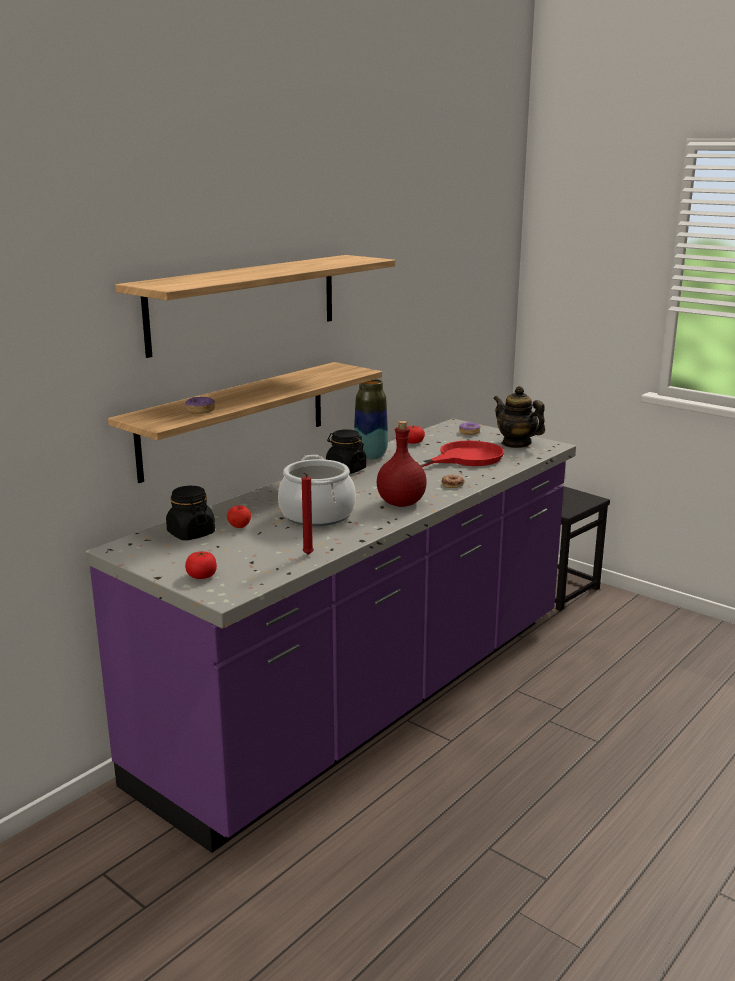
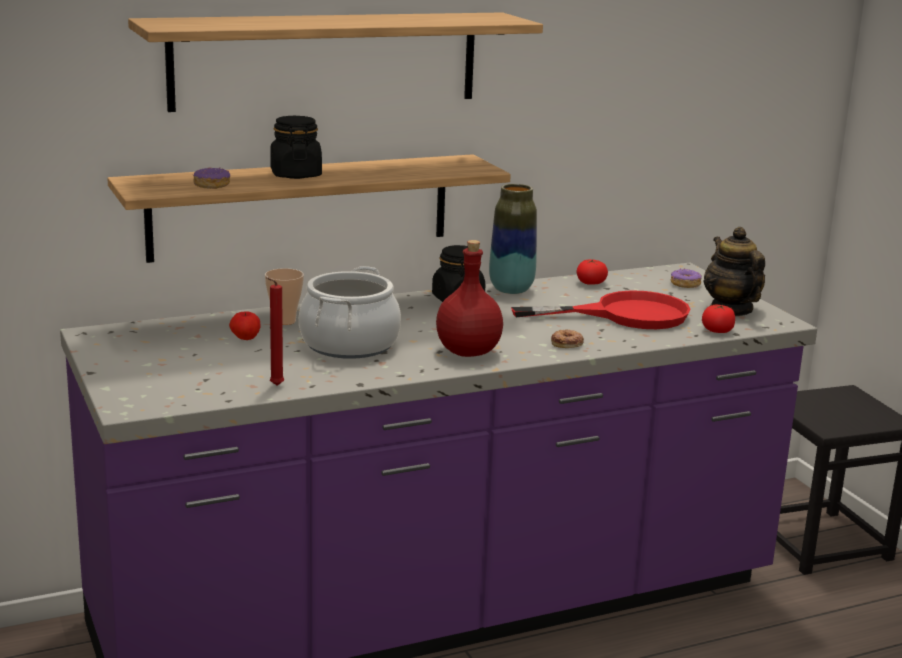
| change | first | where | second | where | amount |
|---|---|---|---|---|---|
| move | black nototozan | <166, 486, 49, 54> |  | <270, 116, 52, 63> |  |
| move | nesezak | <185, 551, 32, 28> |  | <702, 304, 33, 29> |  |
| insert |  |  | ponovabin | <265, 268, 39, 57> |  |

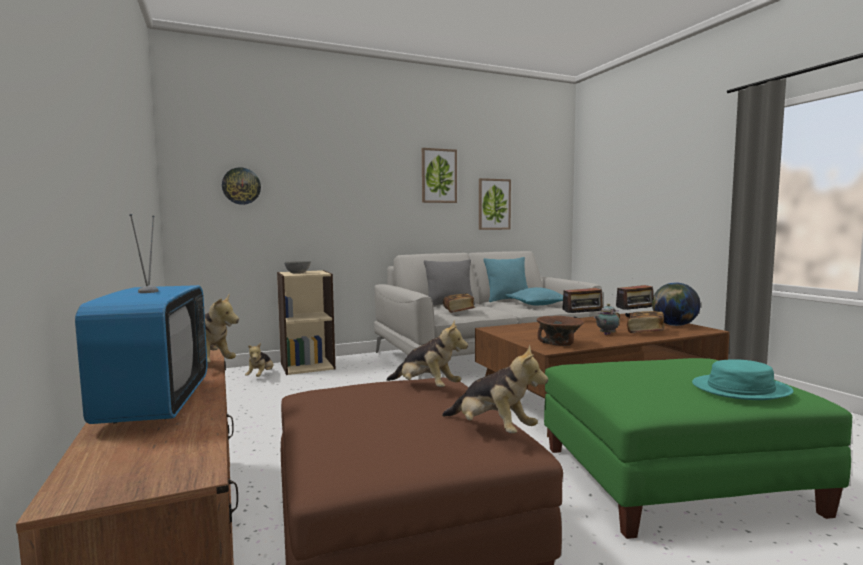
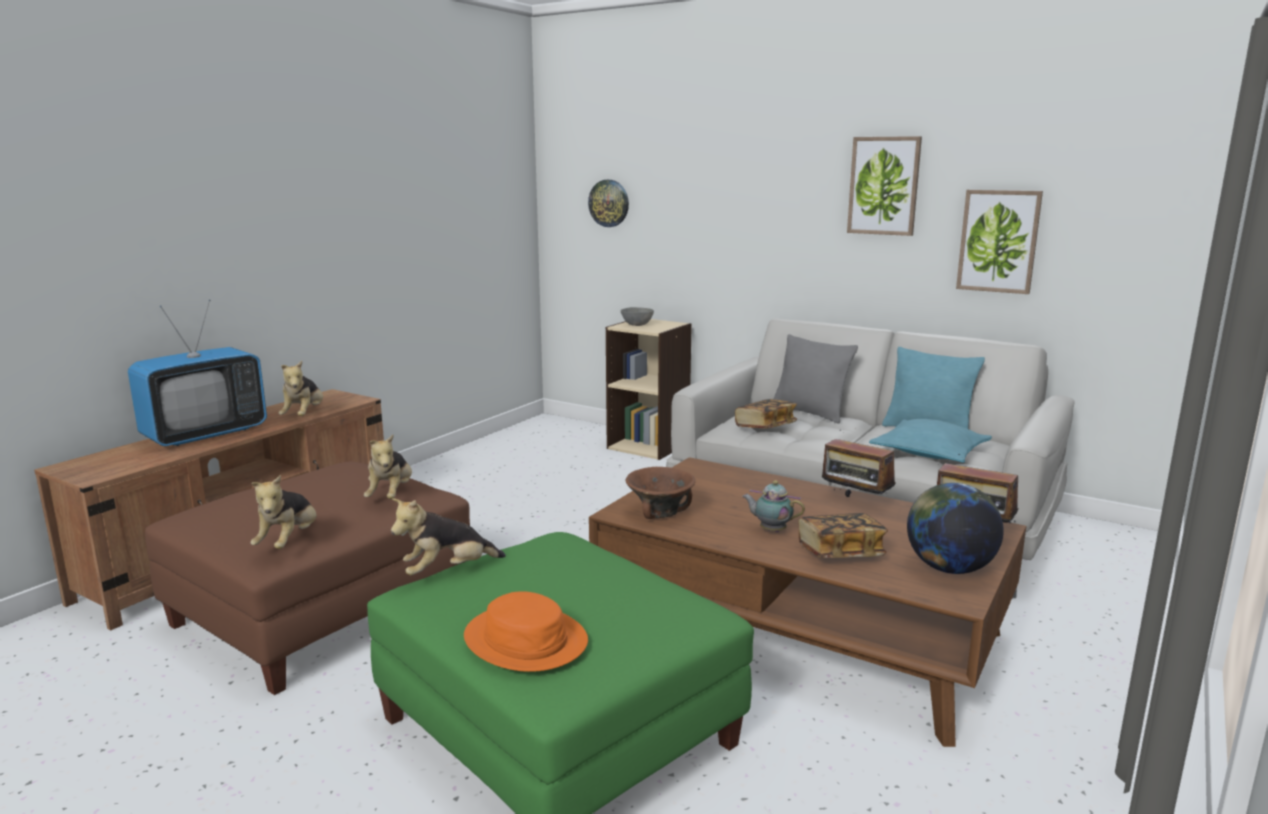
| change | first | where | second | where | amount |
|---|---|---|---|---|---|
| move | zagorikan | <245, 343, 28, 34> |  | <391, 498, 115, 77> |  |
| recolor | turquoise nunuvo | <692, 359, 102, 41> | orange nunuvo | <464, 591, 124, 81> |  |

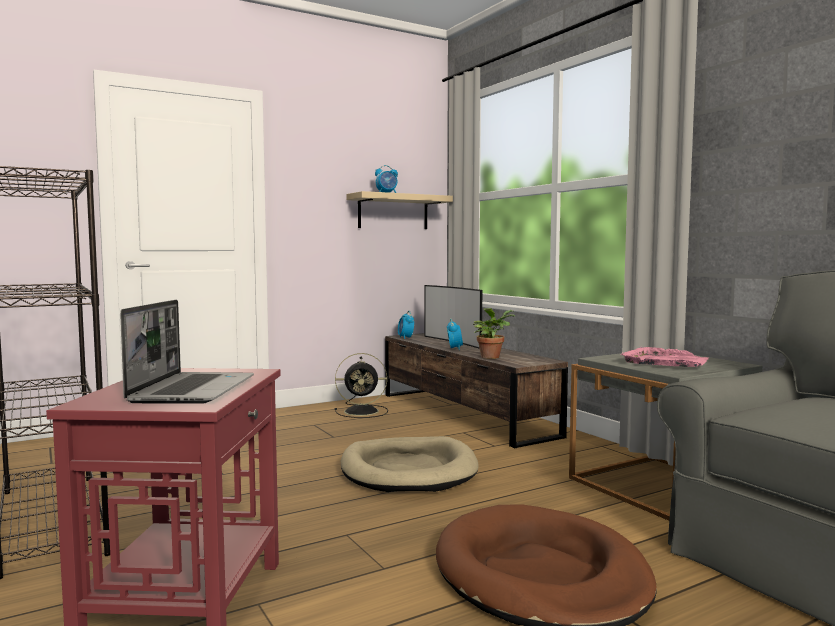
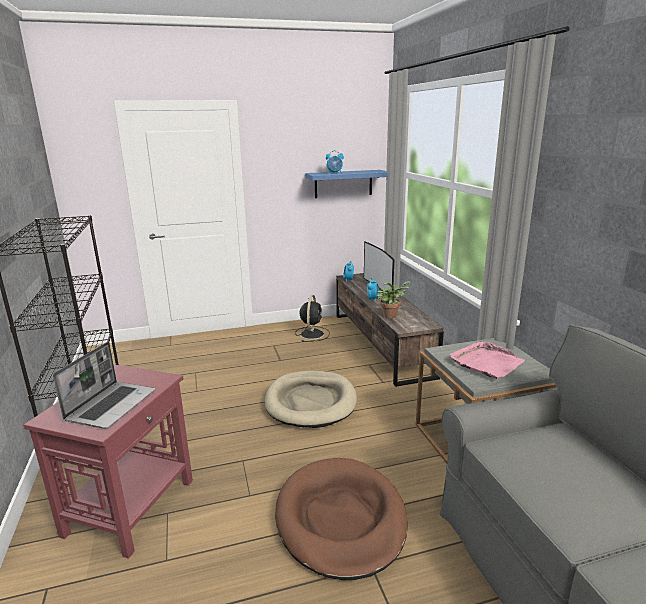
| change | first | where | second | where | amount |
|---|---|---|---|---|---|
| rotate | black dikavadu | <335, 353, 53, 65> |  | <295, 295, 35, 47> | 90 degrees counterclockwise |
| recolor | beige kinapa | <346, 191, 107, 38> | blue kinapa | <305, 170, 83, 28> |  |

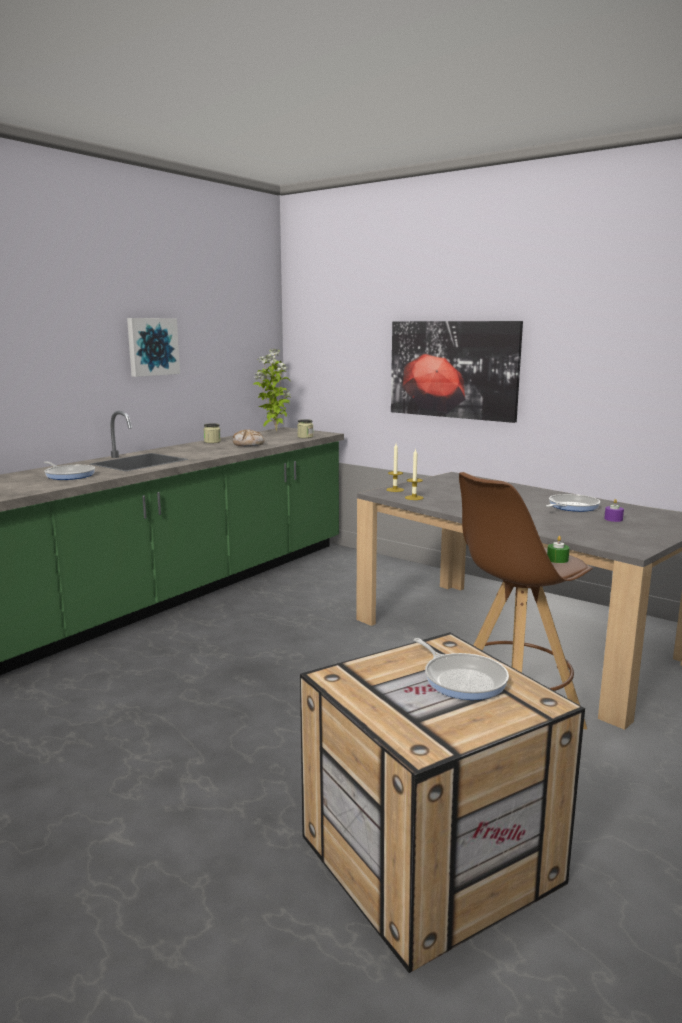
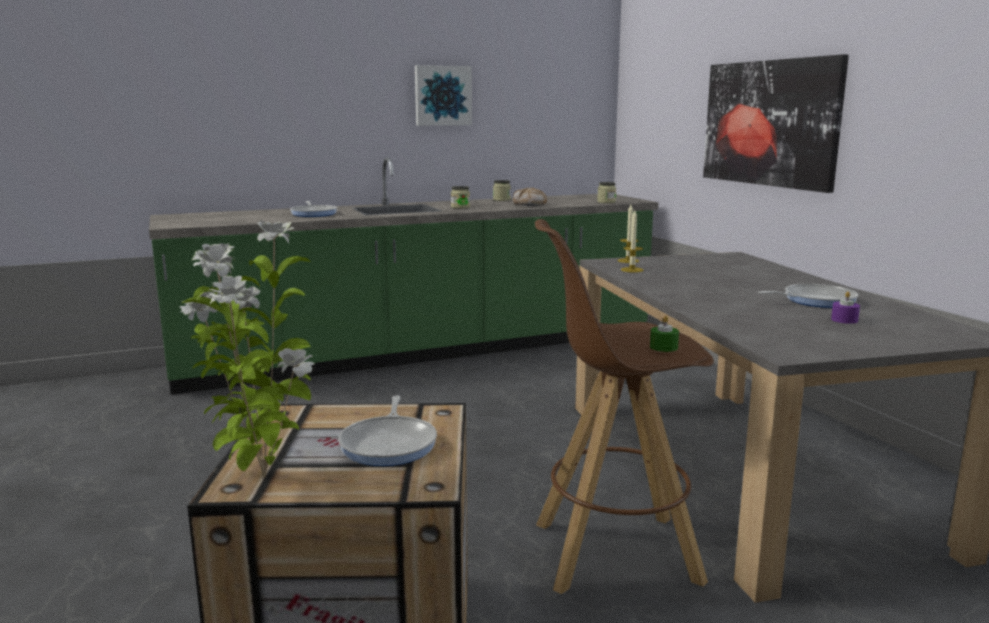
| change | first | where | second | where | amount |
|---|---|---|---|---|---|
| move | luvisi | <254, 349, 37, 82> |  | <180, 219, 135, 259> |  |
| insert |  |  | nototozan | <451, 186, 19, 23> |  |

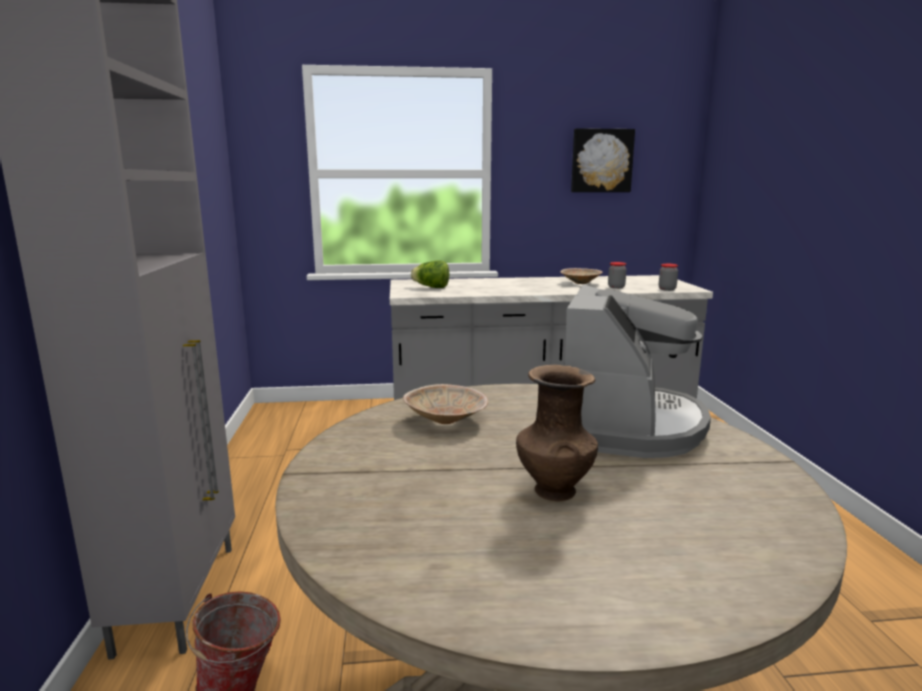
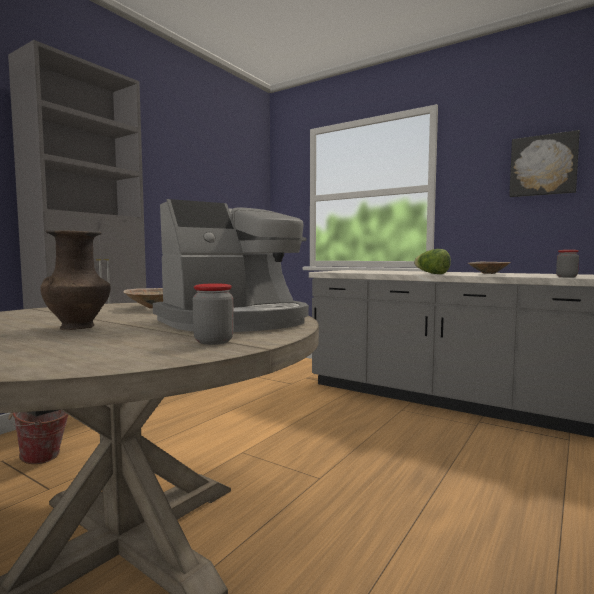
| change | first | where | second | where | amount |
|---|---|---|---|---|---|
| move | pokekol | <411, 260, 38, 28> |  | <414, 249, 37, 25> |  |
| move | nototozan | <608, 262, 19, 27> |  | <193, 283, 41, 62> |  |

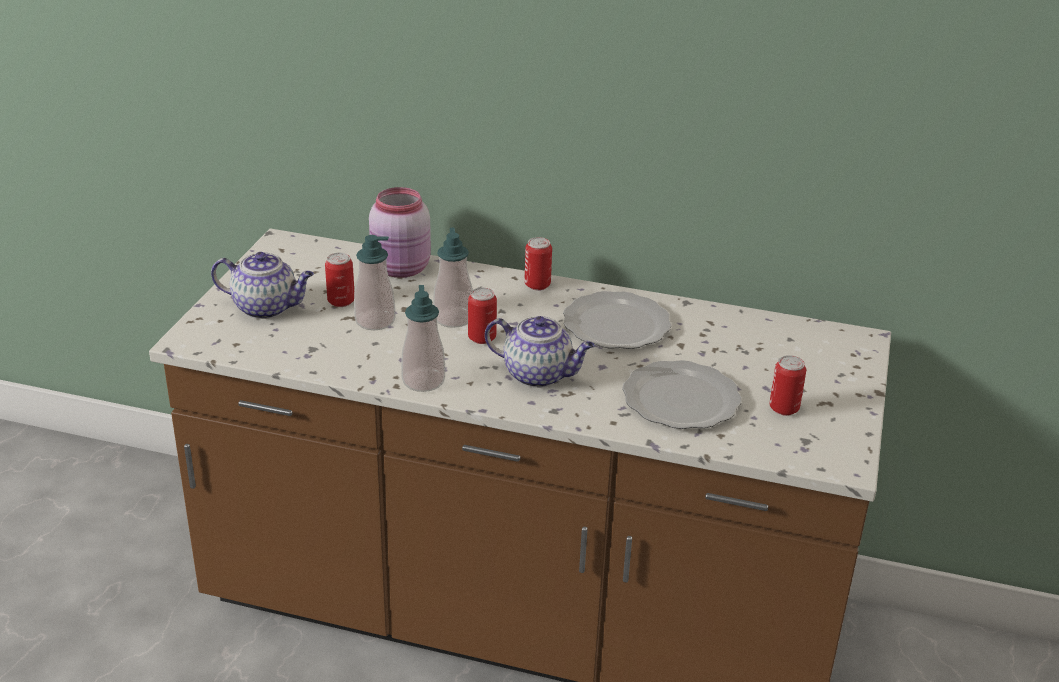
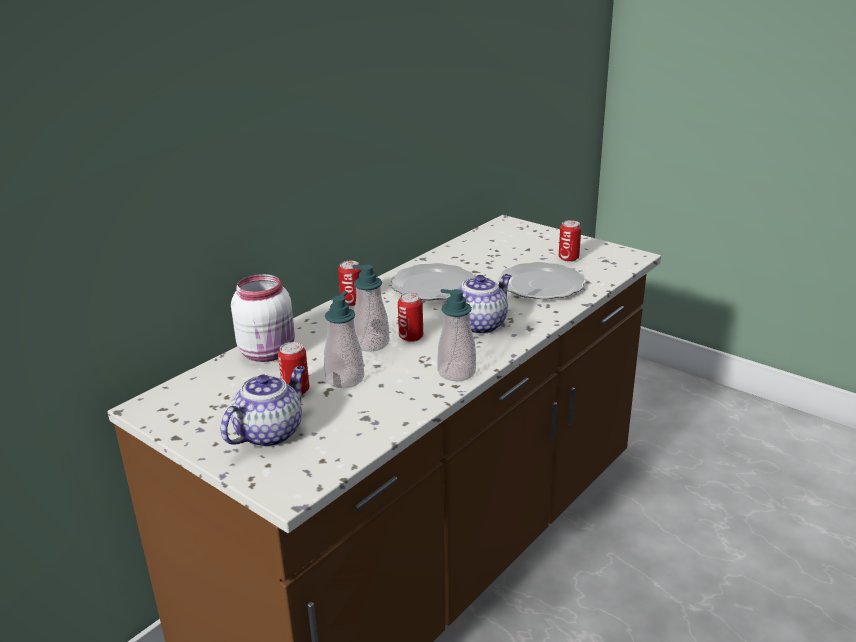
| change | first | where | second | where | amount |
|---|---|---|---|---|---|
| recolor | pink nototozan | <369, 187, 62, 91> | white nototozan | <231, 274, 64, 88> |  |

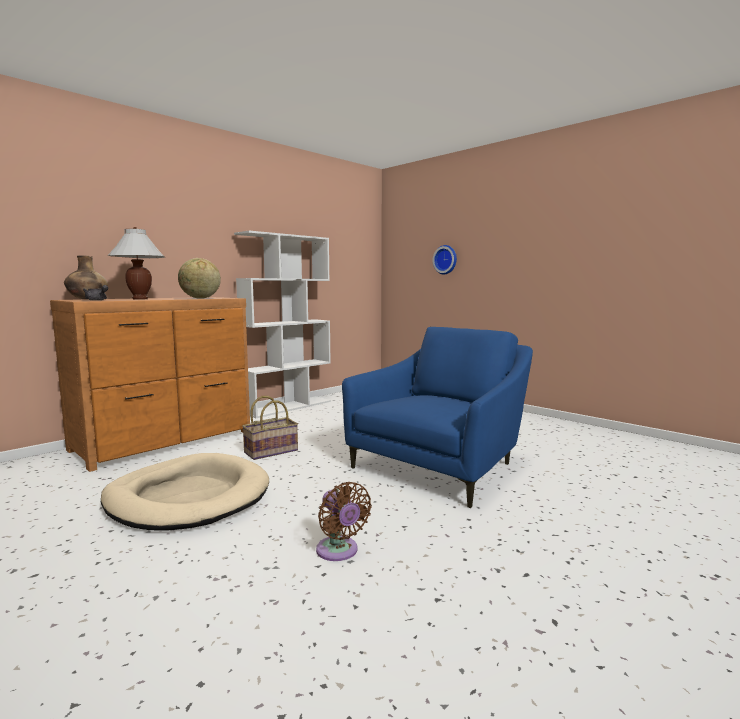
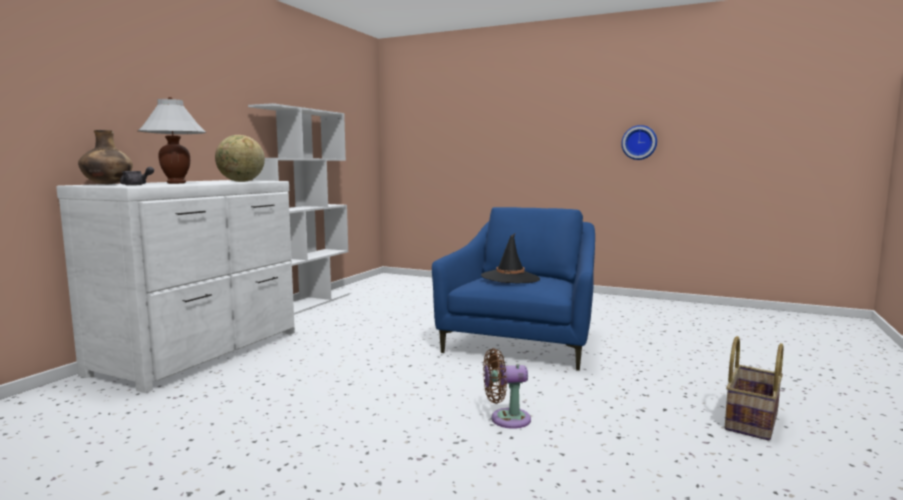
| change | first | where | second | where | amount |
|---|---|---|---|---|---|
| recolor | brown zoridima | <50, 297, 200, 175> | white zoridima | <56, 180, 239, 213> |  |
| delete | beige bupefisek | <101, 453, 168, 78> |  |  |  |
| move | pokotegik | <242, 396, 56, 64> |  | <725, 336, 58, 105> |  |
| rotate | brown dikavadu | <316, 482, 56, 79> |  | <483, 348, 48, 81> | 135 degrees clockwise |
| move | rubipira | <432, 245, 25, 29> |  | <621, 125, 36, 35> |  |
| insert |  |  | black nunuvo | <481, 234, 59, 50> |  |

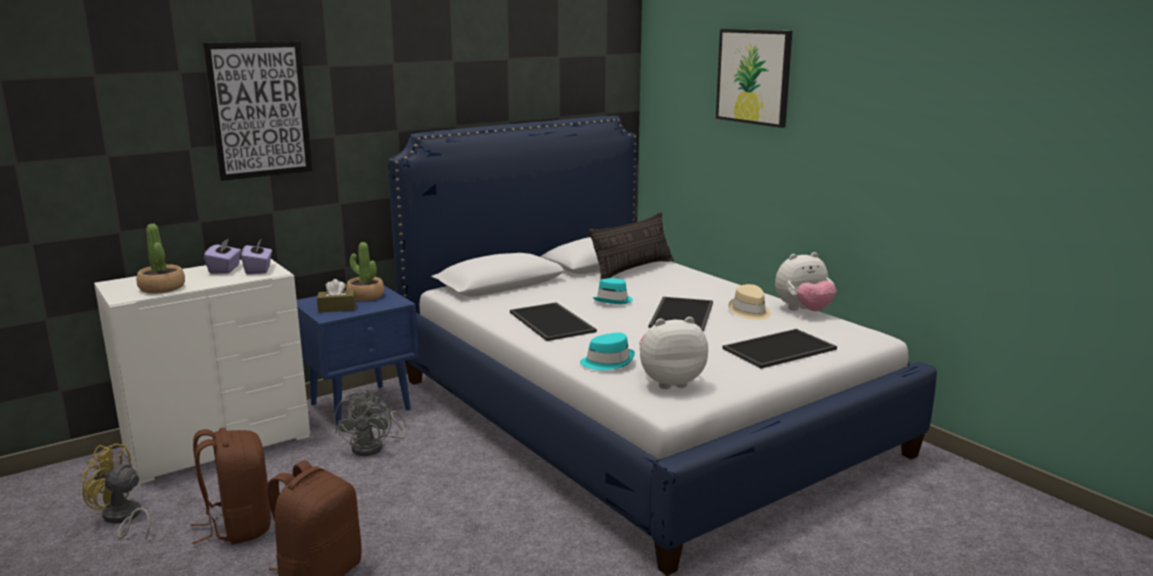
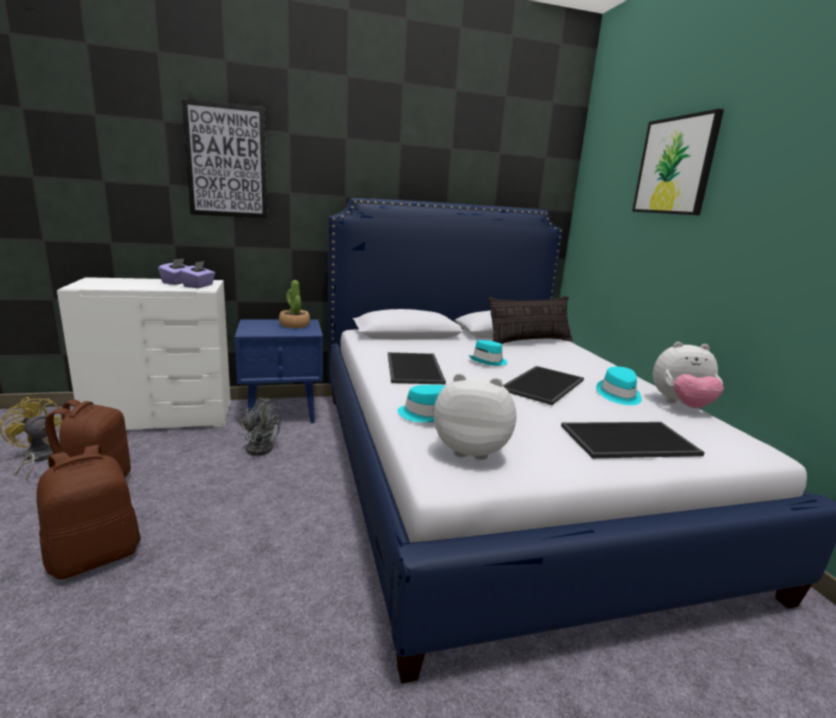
| change | first | where | second | where | amount |
|---|---|---|---|---|---|
| delete | luvisi | <136, 224, 49, 70> |  |  |  |
| delete | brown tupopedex | <317, 279, 39, 34> |  |  |  |
| rotate | grey dikavadu | <334, 389, 72, 67> |  | <239, 397, 42, 59> | 90 degrees counterclockwise |
| recolor | beige nunuvo | <728, 284, 43, 36> | turquoise nunuvo | <596, 367, 46, 38> |  |

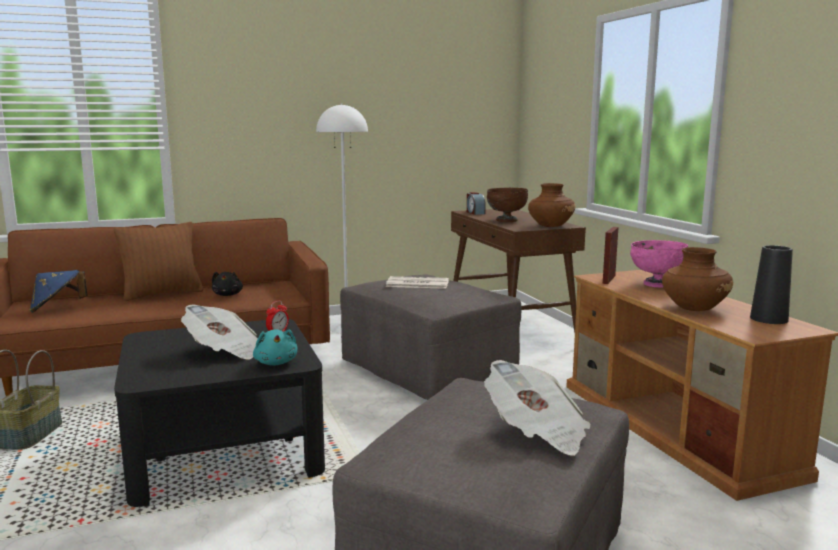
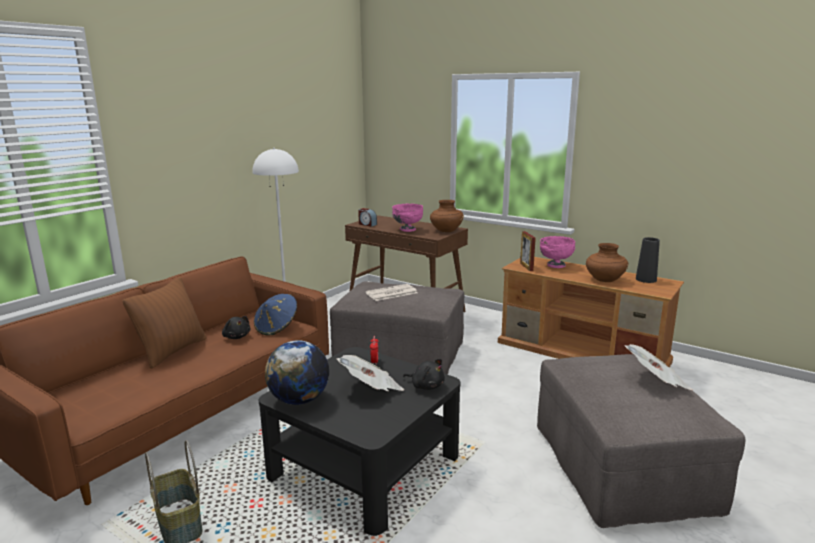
| change | first | where | second | where | amount |
|---|---|---|---|---|---|
| move | blue nunuvo | <30, 270, 58, 43> |  | <254, 294, 43, 41> |  |
| recolor | turquoise zagorikan | <253, 329, 45, 36> | black zagorikan | <403, 359, 42, 31> |  |
| recolor | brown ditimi | <487, 188, 41, 34> | pink ditimi | <392, 204, 31, 28> |  |
| insert |  |  | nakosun | <265, 340, 64, 65> |  |

